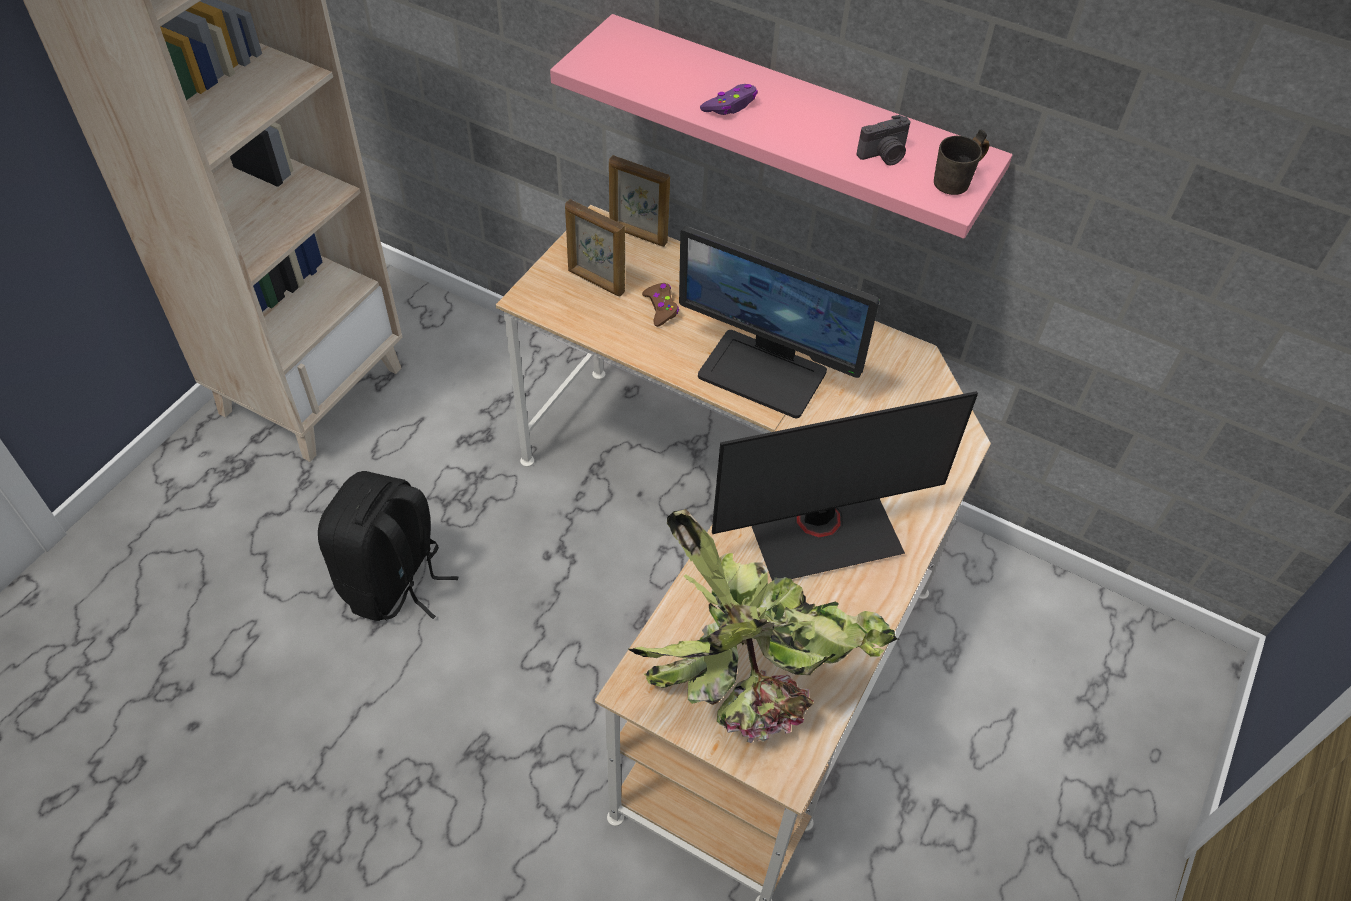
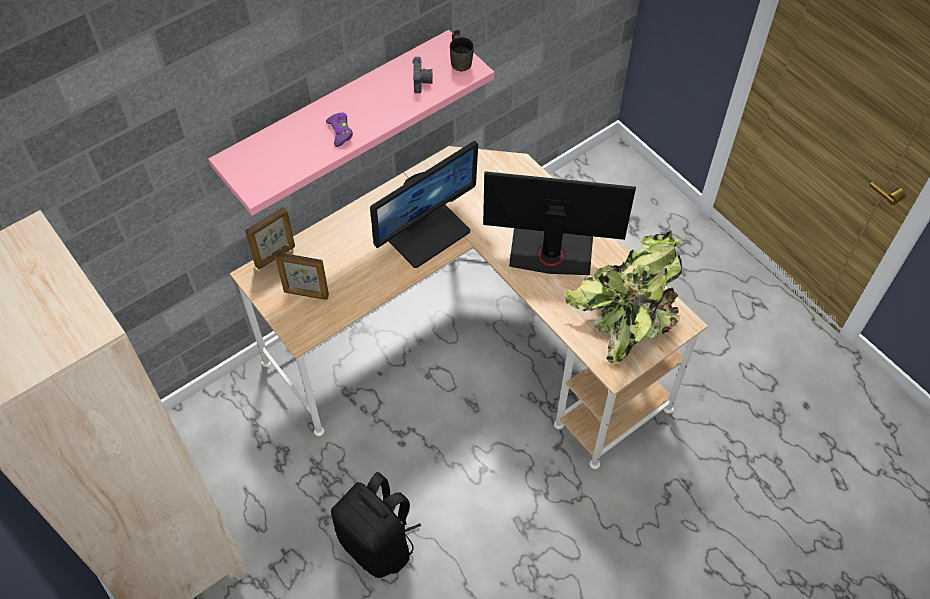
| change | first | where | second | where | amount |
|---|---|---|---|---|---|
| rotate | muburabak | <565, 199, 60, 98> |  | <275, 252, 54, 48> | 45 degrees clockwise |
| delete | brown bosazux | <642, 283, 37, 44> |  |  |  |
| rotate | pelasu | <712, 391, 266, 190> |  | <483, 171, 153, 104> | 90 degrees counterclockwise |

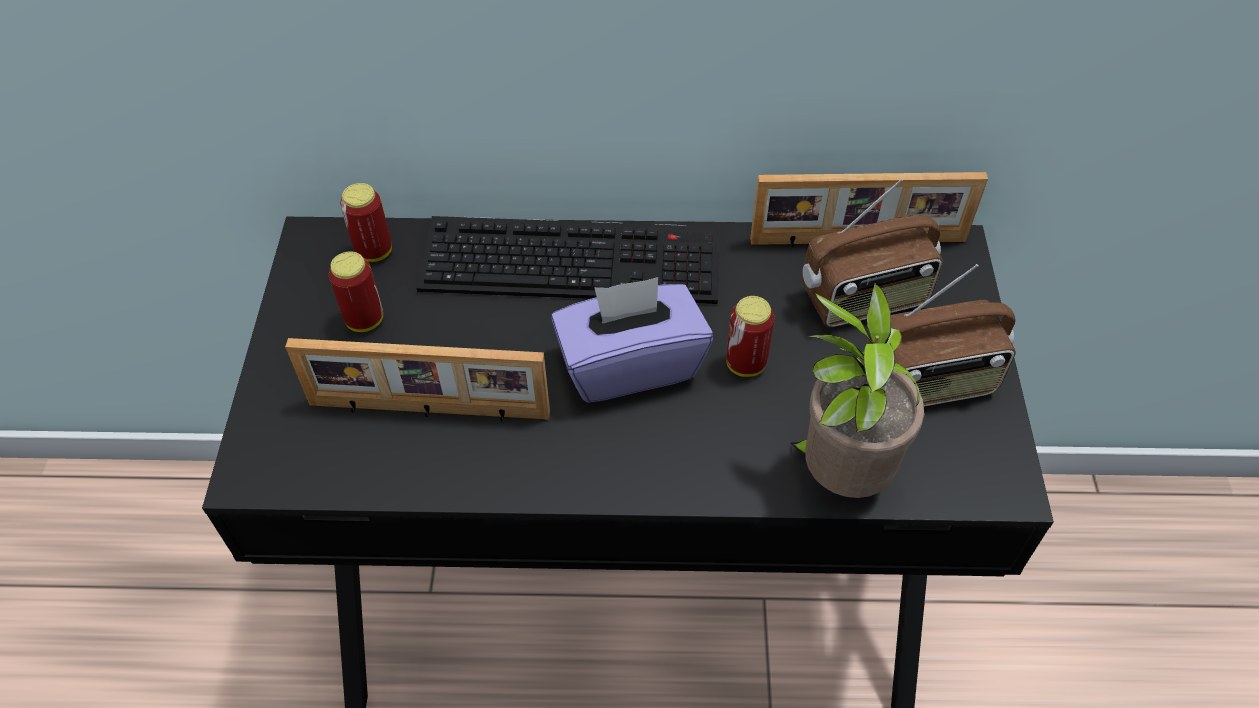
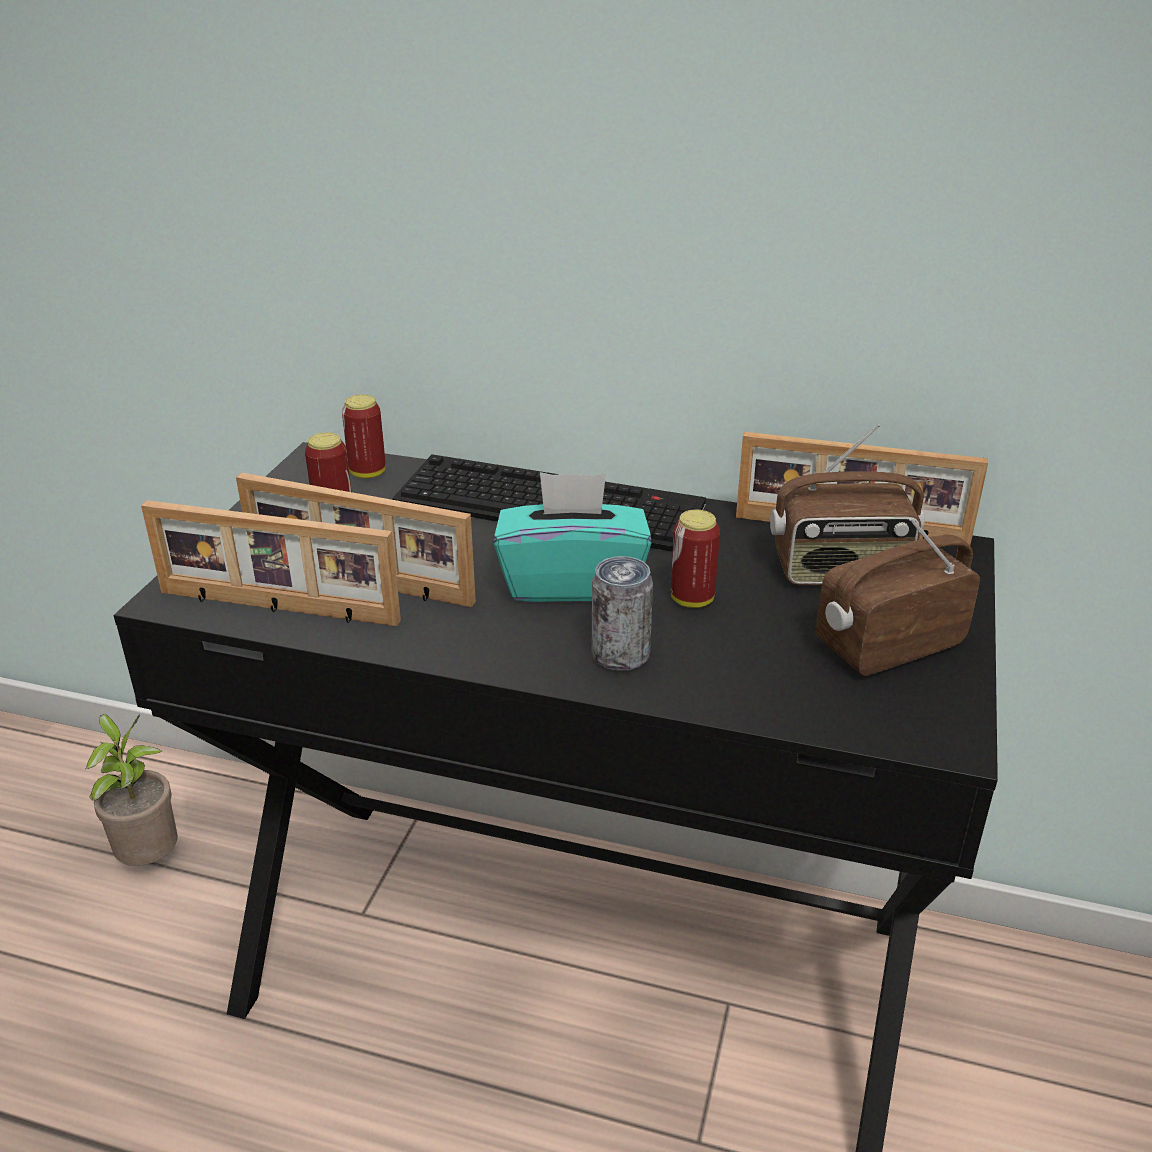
| change | first | where | second | where | amount |
|---|---|---|---|---|---|
| recolor | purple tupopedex | <551, 277, 162, 126> | turquoise tupopedex | <494, 472, 158, 130> |  |
| move | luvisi | <790, 282, 134, 216> |  | <86, 713, 92, 153> |  |
| rotate | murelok | <864, 264, 152, 143> |  | <816, 517, 164, 159> | 150 degrees clockwise |
| insert |  |  | muburabak | <141, 500, 260, 126> |  |
| insert |  |  | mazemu | <592, 556, 61, 115> |  |

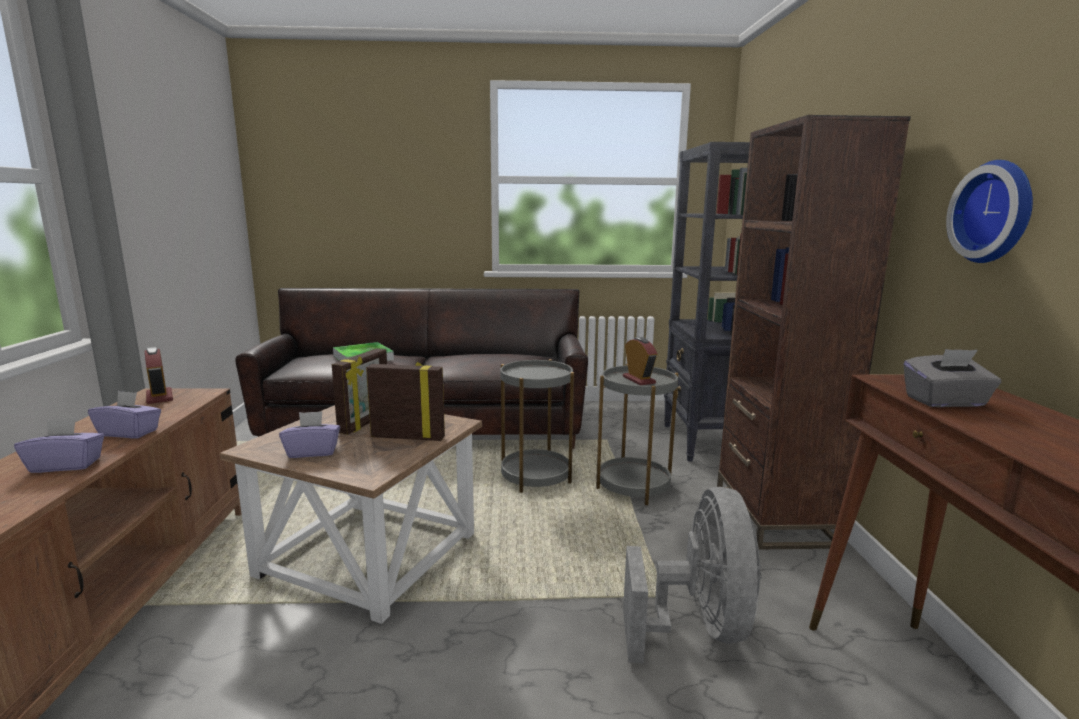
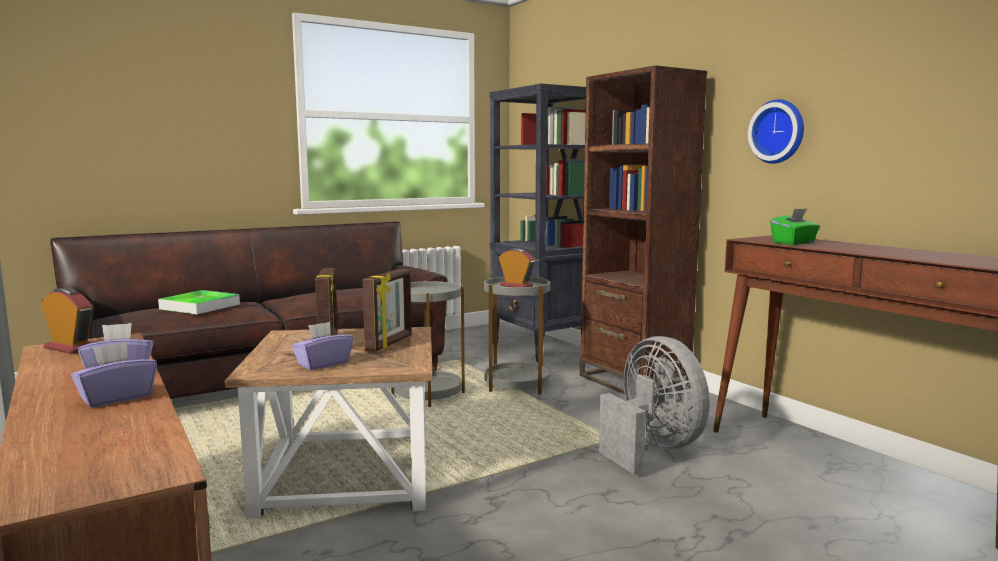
| change | first | where | second | where | amount |
|---|---|---|---|---|---|
| rotate | muburabak | <366, 362, 79, 79> |  | <362, 269, 50, 83> | 135 degrees clockwise |
| recolor | grey tupopedex | <903, 349, 98, 58> | green tupopedex | <770, 208, 50, 37> |  |

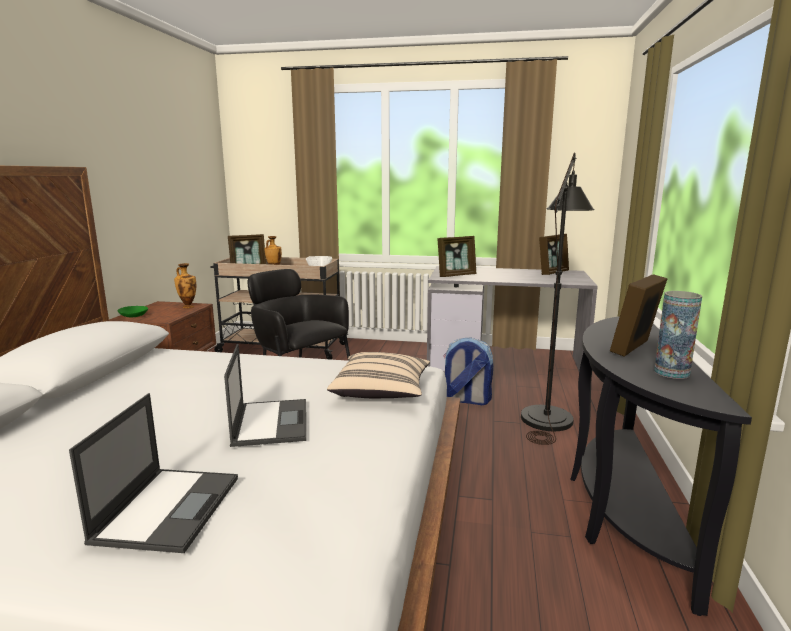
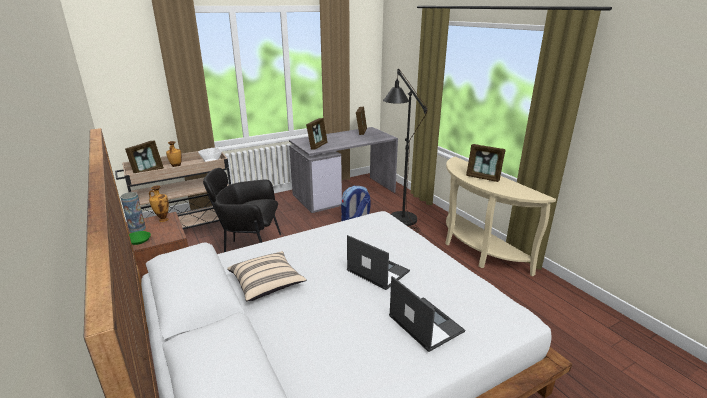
| change | first | where | second | where | amount |
|---|---|---|---|---|---|
| move | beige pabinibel | <327, 352, 103, 46> |  | <227, 251, 80, 50> |  |
| recolor | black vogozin | <570, 316, 182, 300> | beige vogozin | <445, 157, 111, 119> |  |
| rotate | muburabak | <610, 274, 57, 83> |  | <466, 144, 40, 38> | 60 degrees counterclockwise |
| move | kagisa | <654, 291, 48, 88> |  | <120, 192, 26, 41> |  |

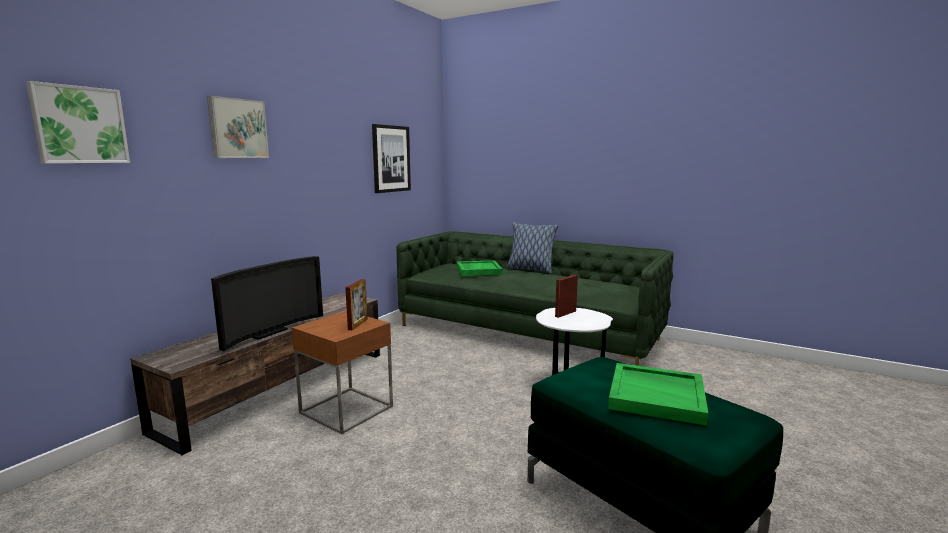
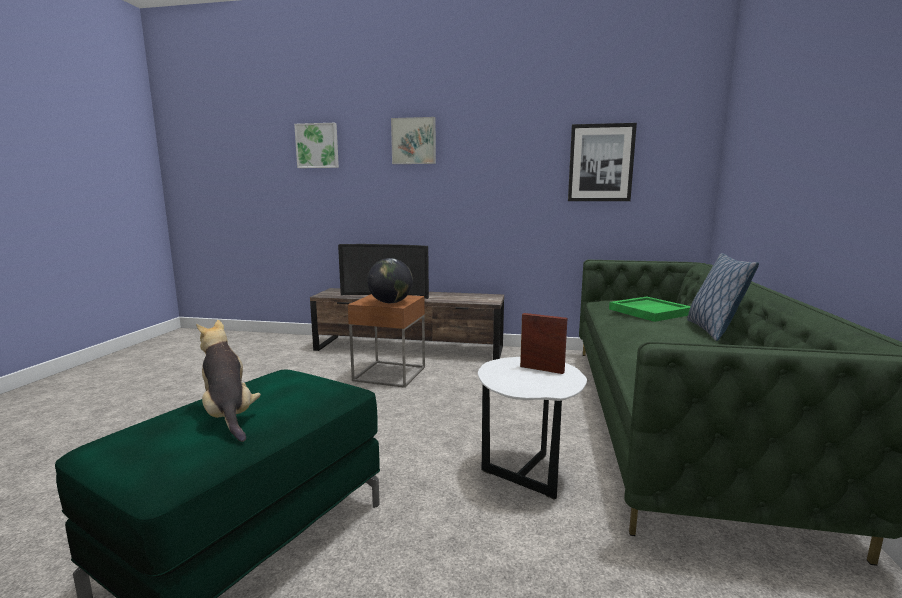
| change | first | where | second | where | amount |
|---|---|---|---|---|---|
| replace | muburabak | <345, 279, 23, 51> | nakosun | <367, 258, 46, 45> |  |
| replace | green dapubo | <608, 363, 100, 63> | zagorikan | <196, 320, 65, 122> |  |

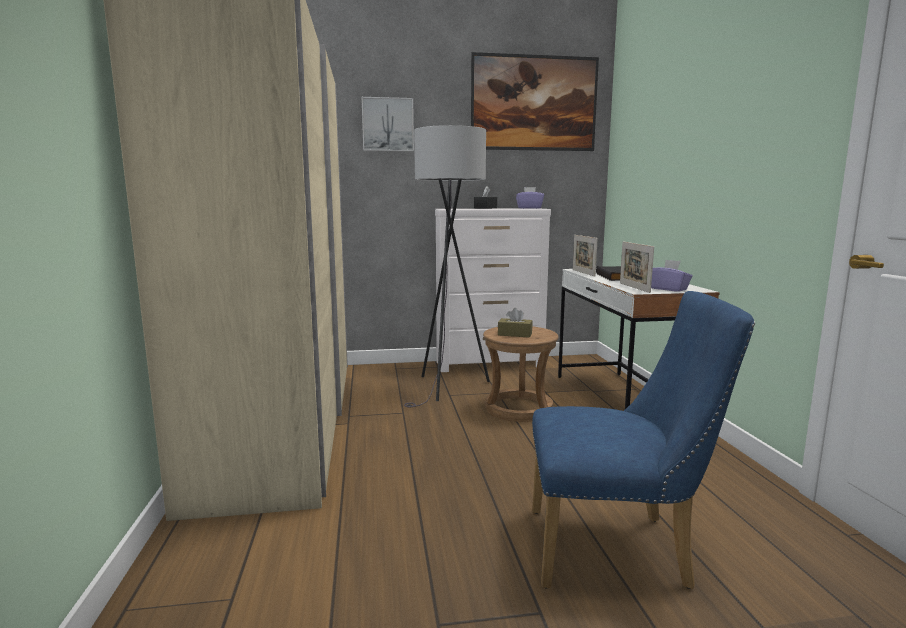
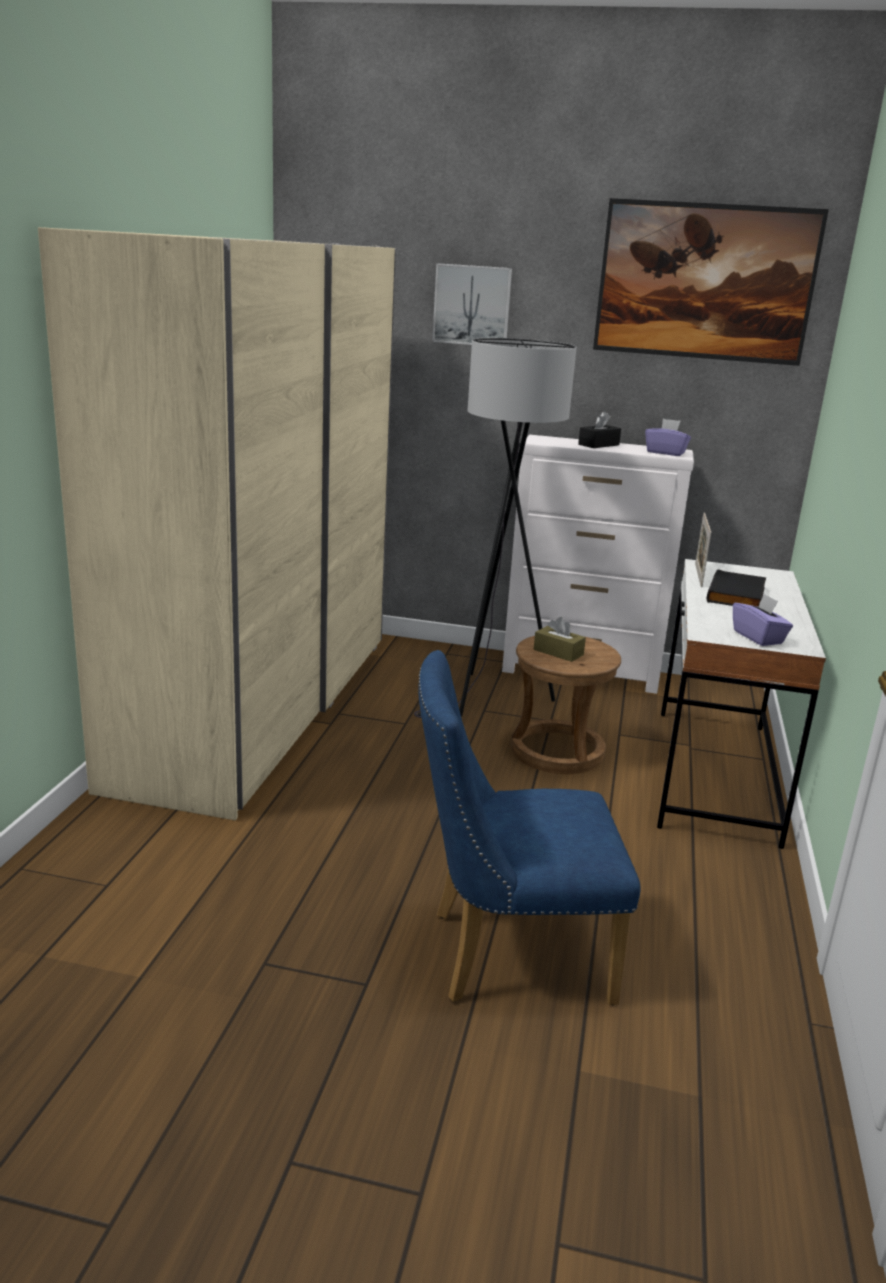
| change | first | where | second | where | amount |
|---|---|---|---|---|---|
| rotate | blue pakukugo | <532, 291, 223, 298> |  | <418, 650, 223, 355> | 150 degrees clockwise |
| delete | muburabak | <620, 242, 34, 51> |  |  |  |

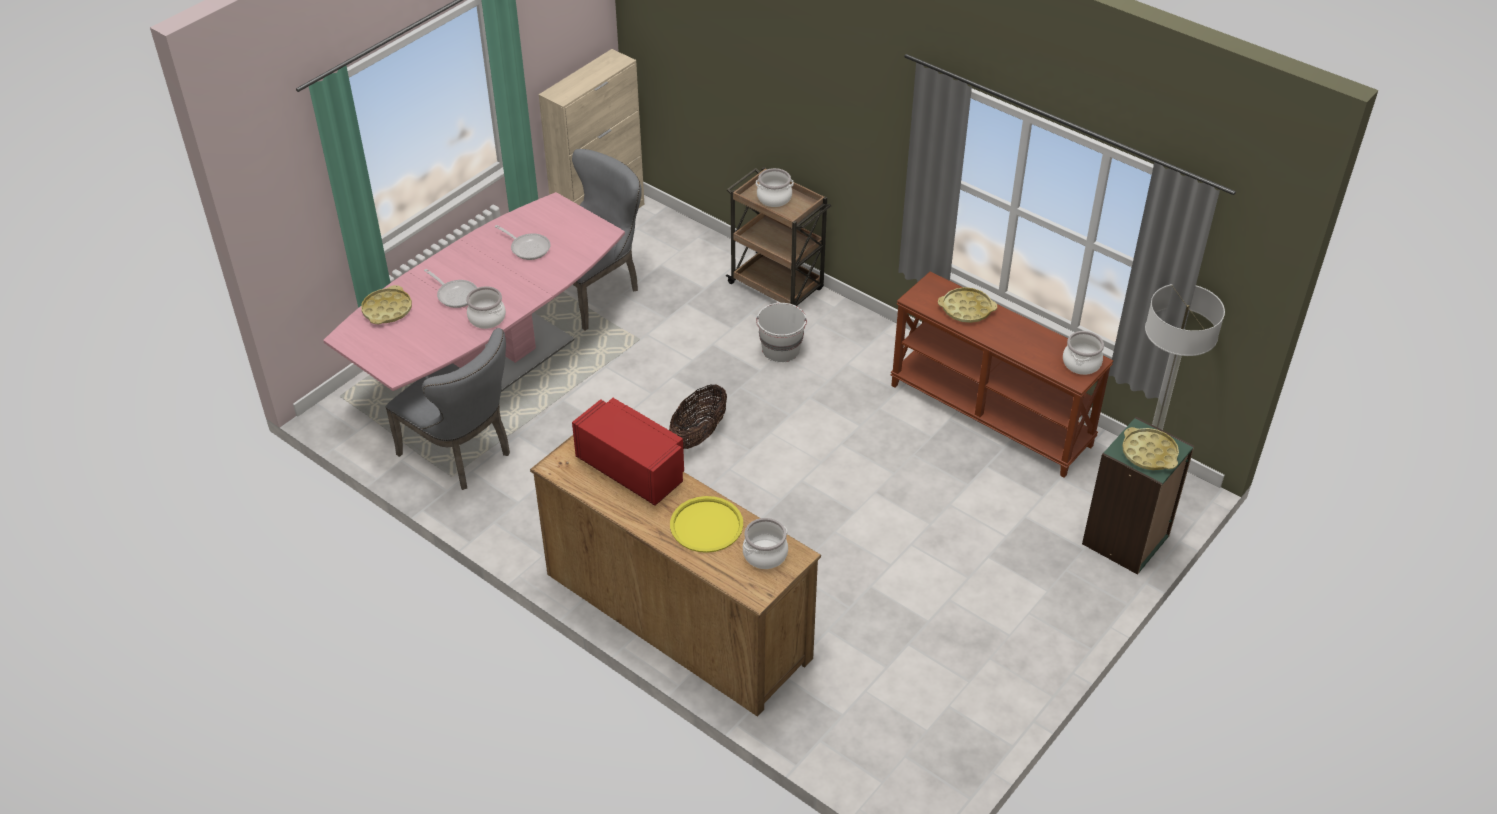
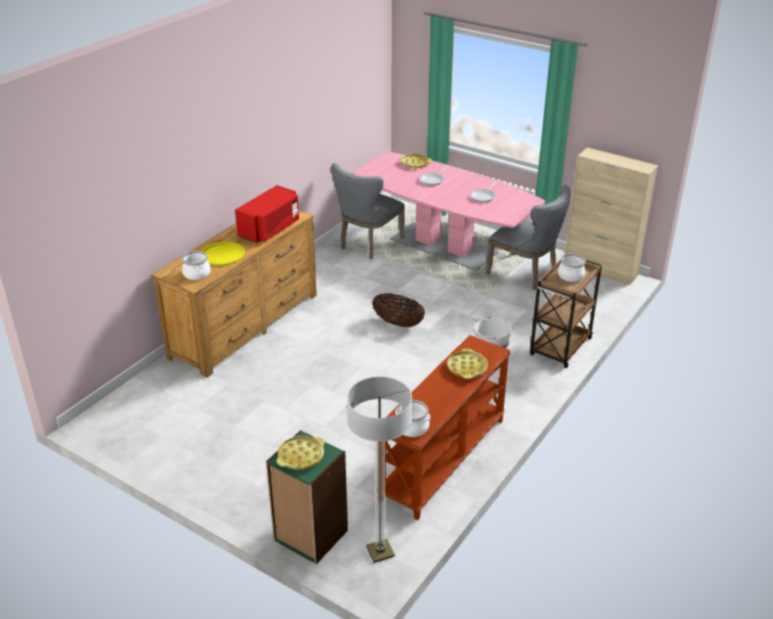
| change | first | where | second | where | amount |
|---|---|---|---|---|---|
| delete | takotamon | <466, 286, 40, 43> |  |  |  |

